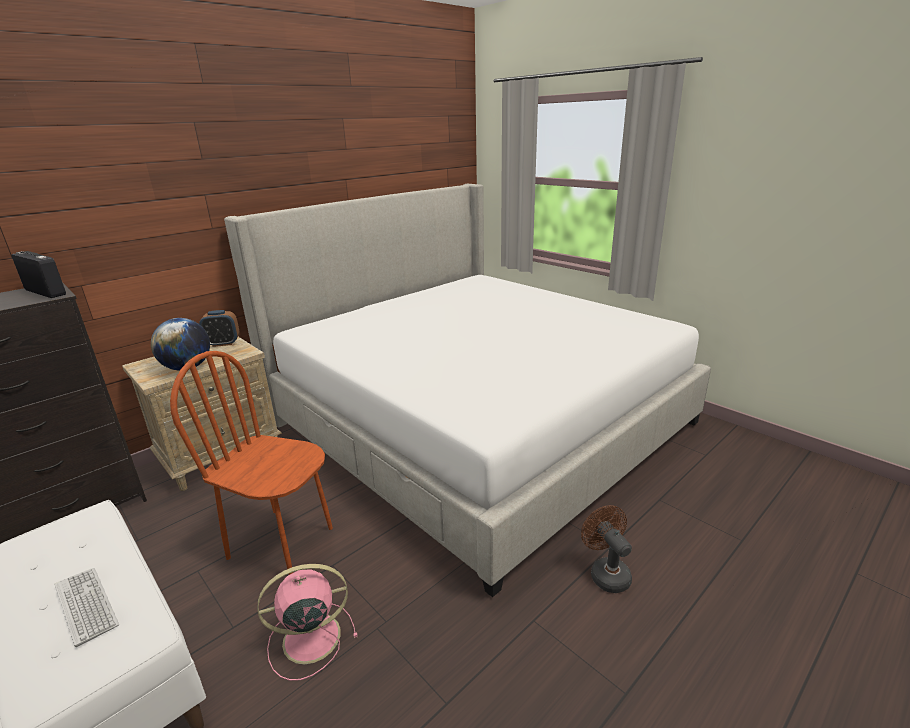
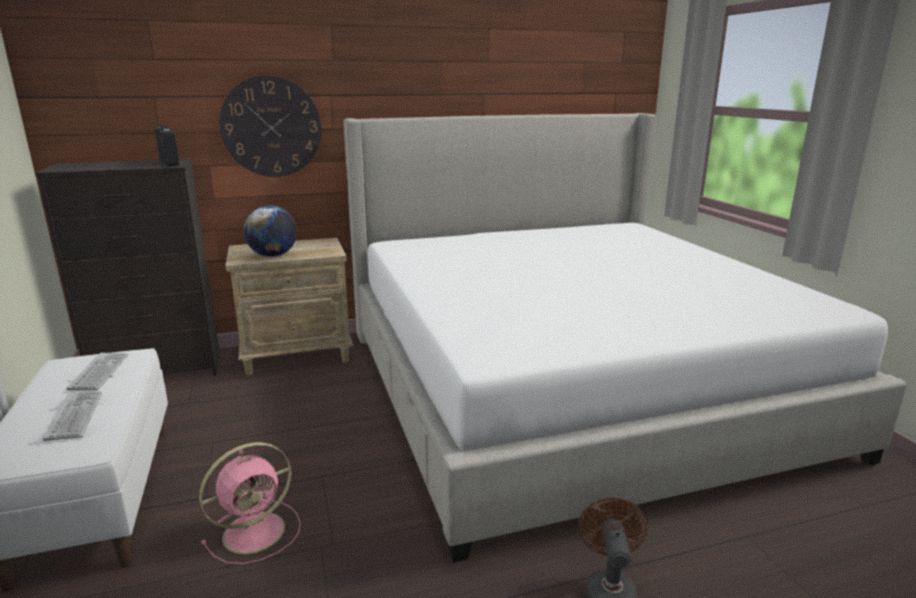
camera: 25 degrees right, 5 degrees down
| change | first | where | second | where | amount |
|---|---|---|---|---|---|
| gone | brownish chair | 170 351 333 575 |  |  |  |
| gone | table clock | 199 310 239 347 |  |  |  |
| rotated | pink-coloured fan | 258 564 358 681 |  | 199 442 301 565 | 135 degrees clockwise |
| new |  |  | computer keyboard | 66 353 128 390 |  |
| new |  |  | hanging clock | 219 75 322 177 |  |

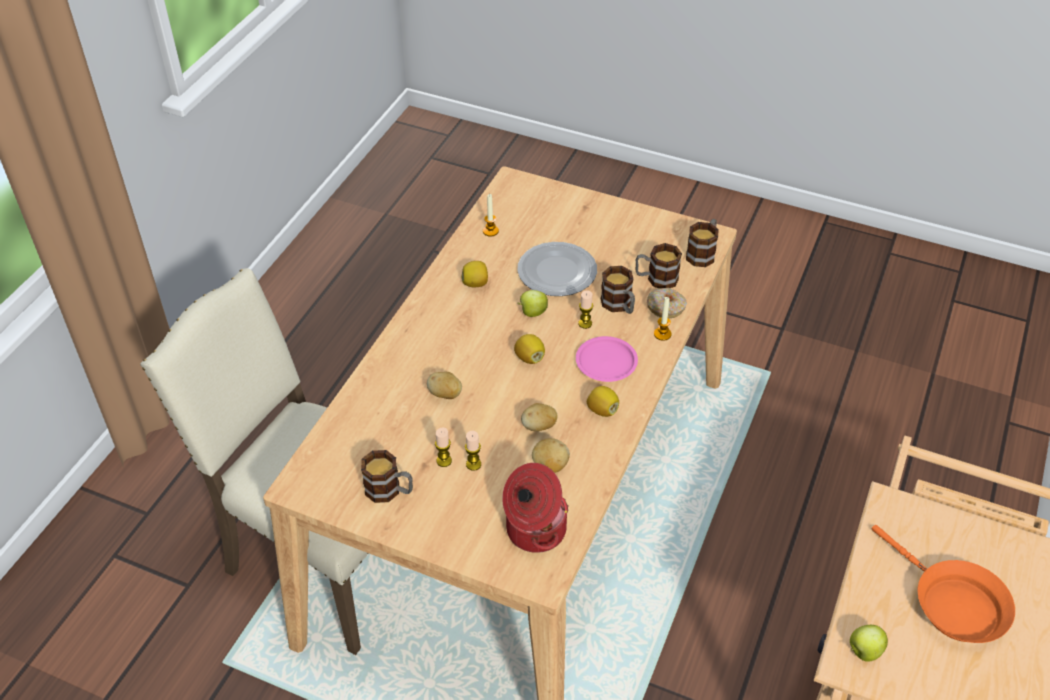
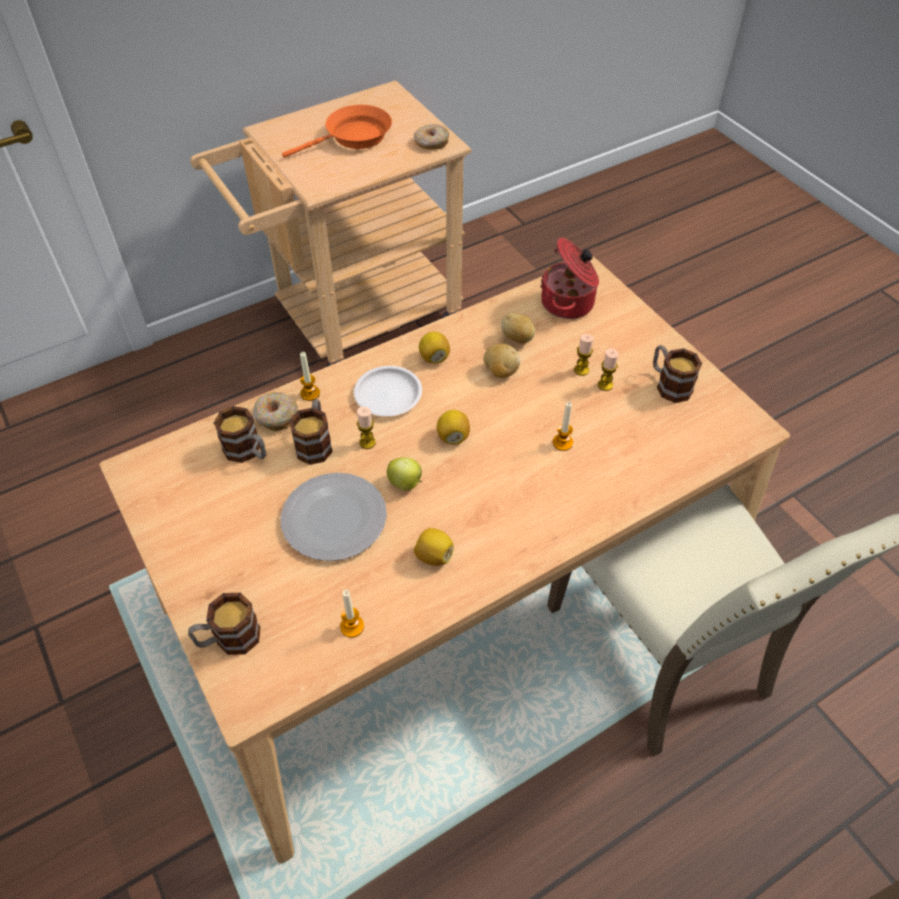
camera: 145 degrees left, 5 degrees up
| change | first | where | second | where | amount |
|---|---|---|---|---|---|
| swapped | whole potato | 427 372 462 399 | wax candle | 553 402 573 451 |  |
| repainted | pink-coloured flat dish | 576 336 638 382 | white-coloured flat dish | 354 366 422 416 |  |
| shifted | coffee mug | 686 219 719 267 |  | 188 593 261 655 |  |
| swapped | apple fruit | 850 625 888 662 | ring doughnut | 414 124 449 150 |  |
| rotated | orange pan | 872 525 1015 643 |  | 282 105 392 158 | 60 degrees clockwise |

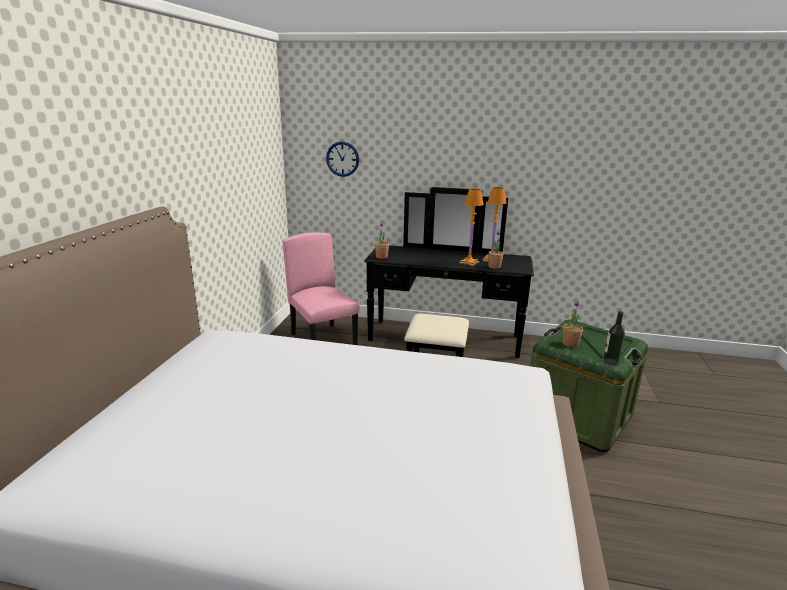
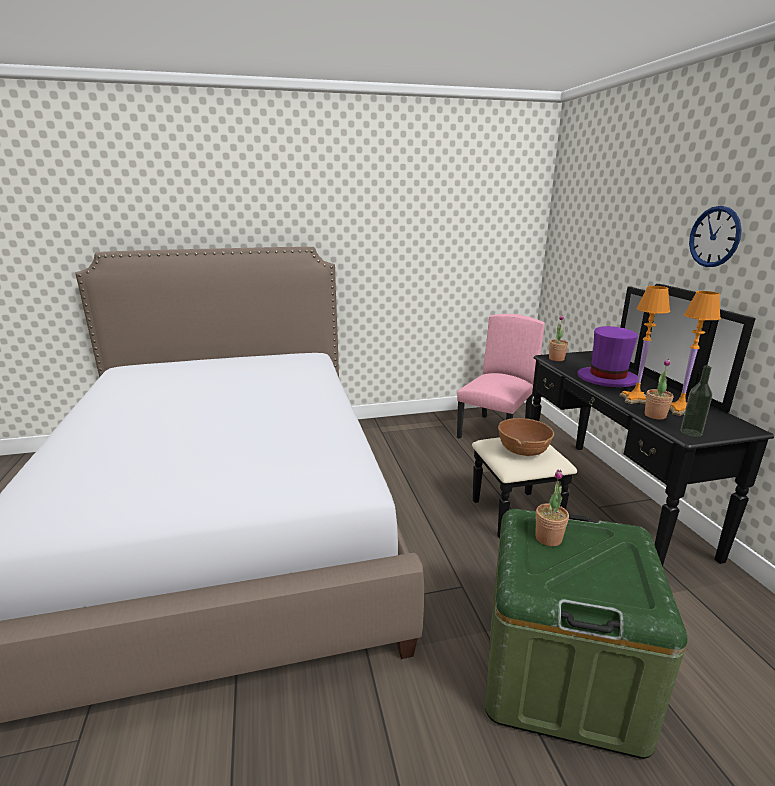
camera: 65 degrees right, 0 degrees up
| change | first | where | second | where | amount |
|---|---|---|---|---|---|
| shifted | hanging clock | 326 141 359 177 |  | 689 206 742 267 |  |
| shifted | drink bottle | 603 311 625 366 |  | 680 366 712 437 |  |
| new |  |  | brownish deep dish | 498 418 554 456 |  |
| new |  |  | purple wearable hat | 577 326 638 387 |  |

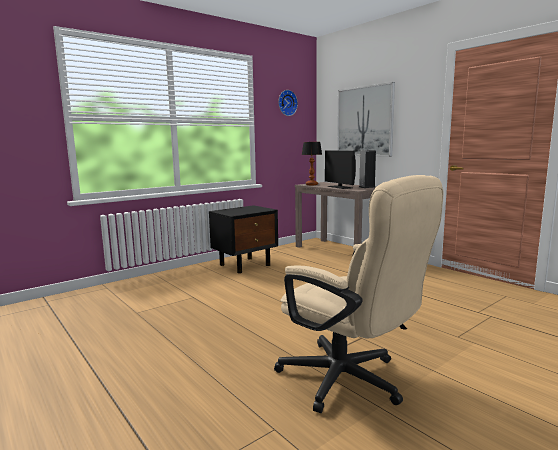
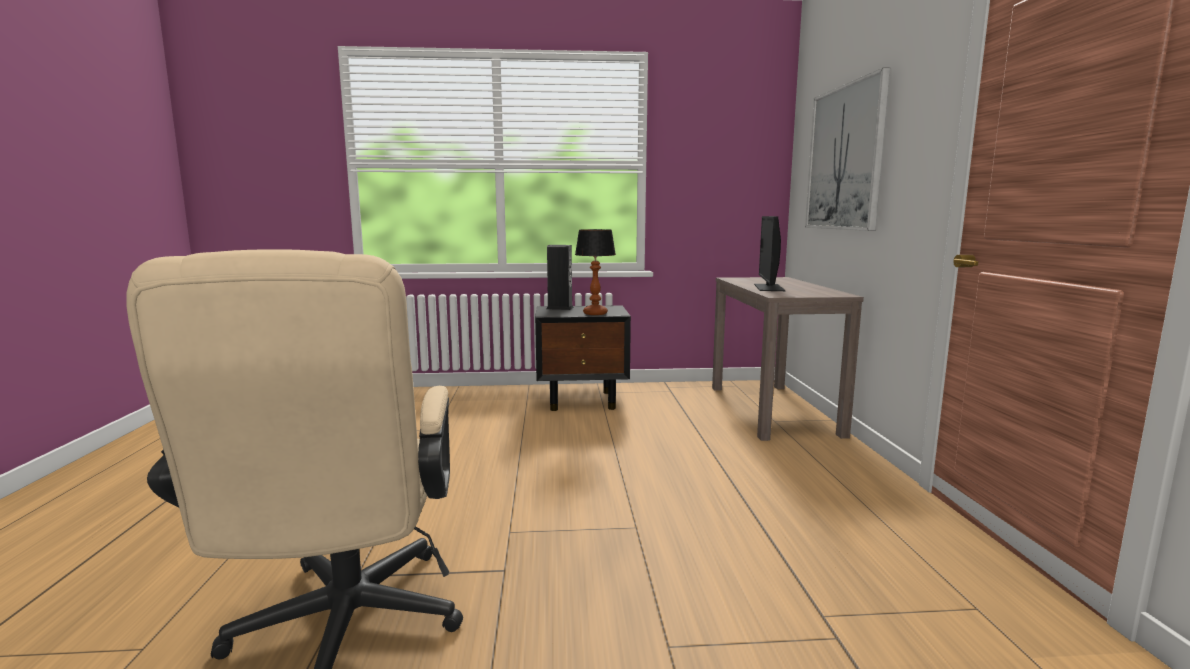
camera: 35 degrees right, 0 degrees up
| change | first | where | second | where | amount |
|---|---|---|---|---|---|
| gone | hanging clock | 278 90 298 116 |  |  |  |
| shifted | tabletop lamp | 302 142 322 185 |  | 575 229 616 315 |  |
| shifted | loudspeaker | 359 150 376 188 |  | 546 245 574 310 |  |

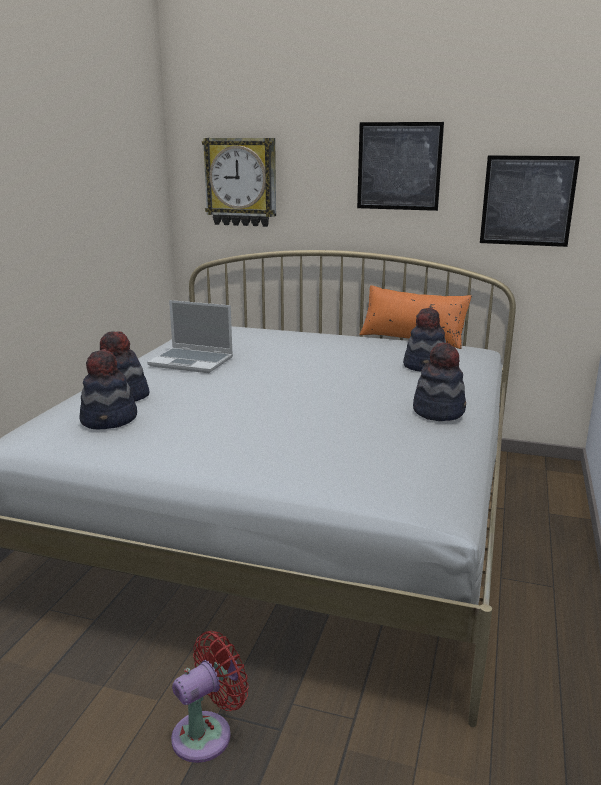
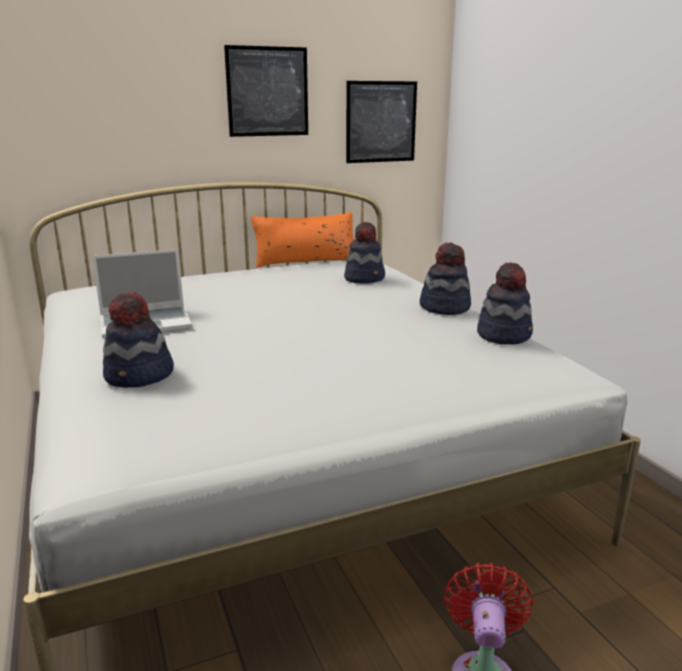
camera: 40 degrees left, 0 degrees up
| change | first | where | second | where | amount |
|---|---|---|---|---|---|
| shifted | wearable hat | 80 349 137 429 |  | 477 262 533 344 |  |
| gone | hanging clock | 202 138 276 227 |  |  |  |

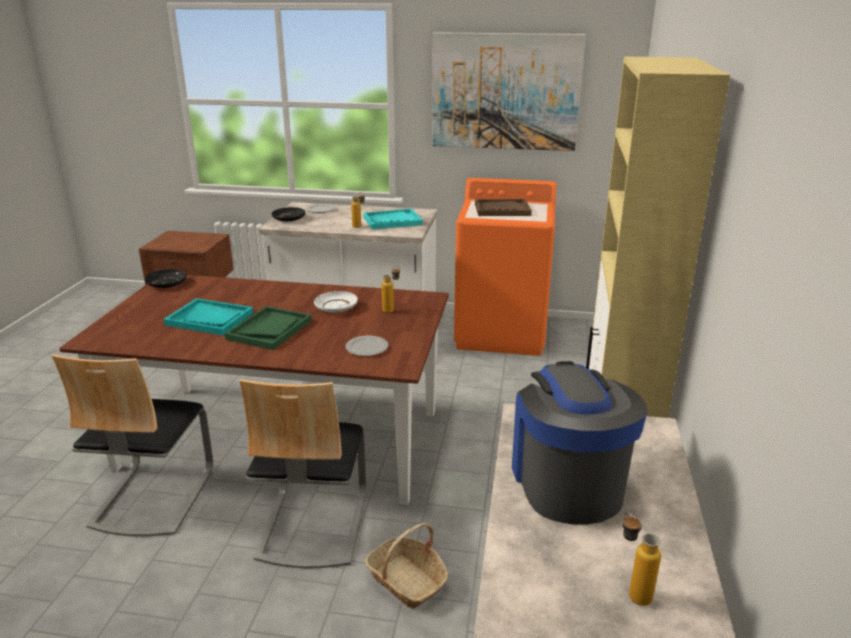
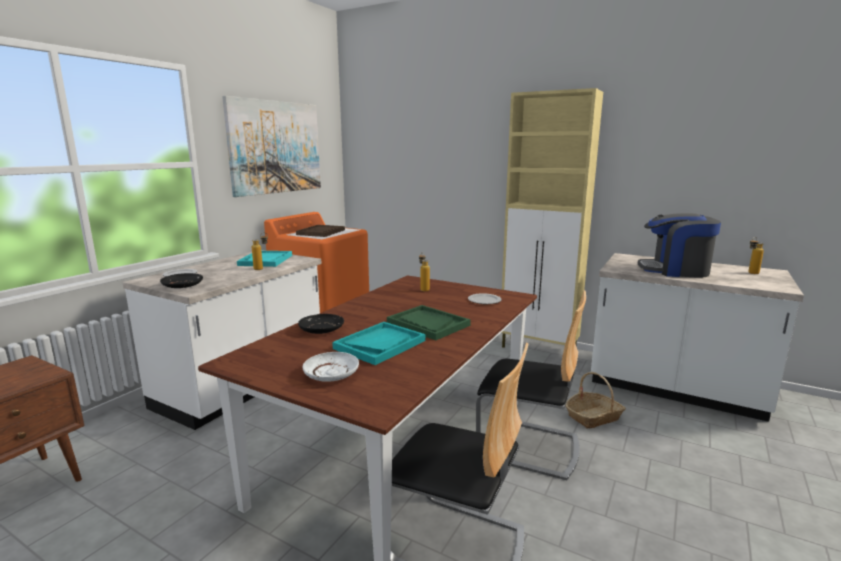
camera: 70 degrees left, 10 degrees down
| change | first | where | second | where | amount |
|---|---|---|---|---|---|
| shifted | black-coloured flat dish | 144 269 187 288 |  | 298 314 344 334 |  |
| shifted | white-coloured flat dish | 314 291 358 313 |  | 303 352 359 382 |  |

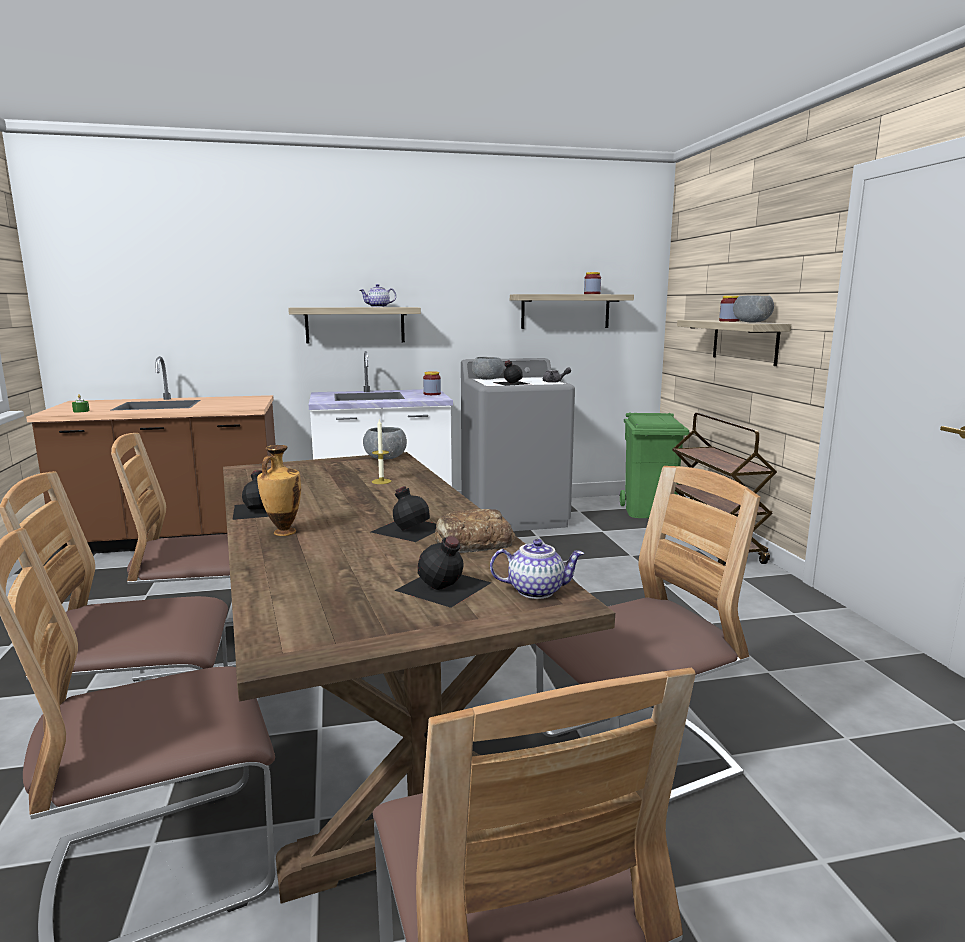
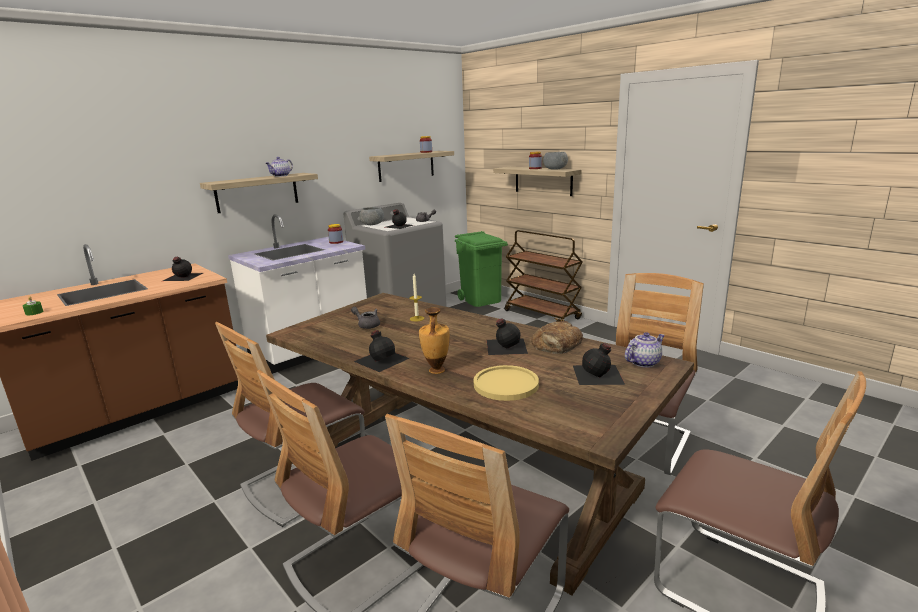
camera: 30 degrees left, 5 degrees up
| change | first | where | second | where | amount |
|---|---|---|---|---|---|
| gone | grey deep dish | 363 427 407 460 |  |  |  |
| new |  |  | black-coloured drink bottle | 163 257 203 281 |  |
| new |  |  | grey pot for tea | 351 307 380 329 |  |
| new |  |  | yellow flat dish | 474 365 539 401 |  |

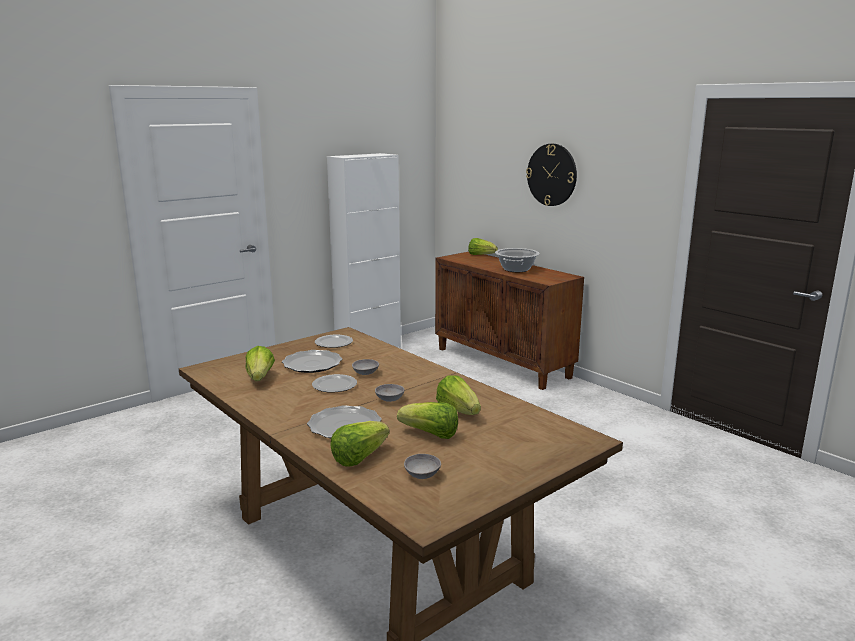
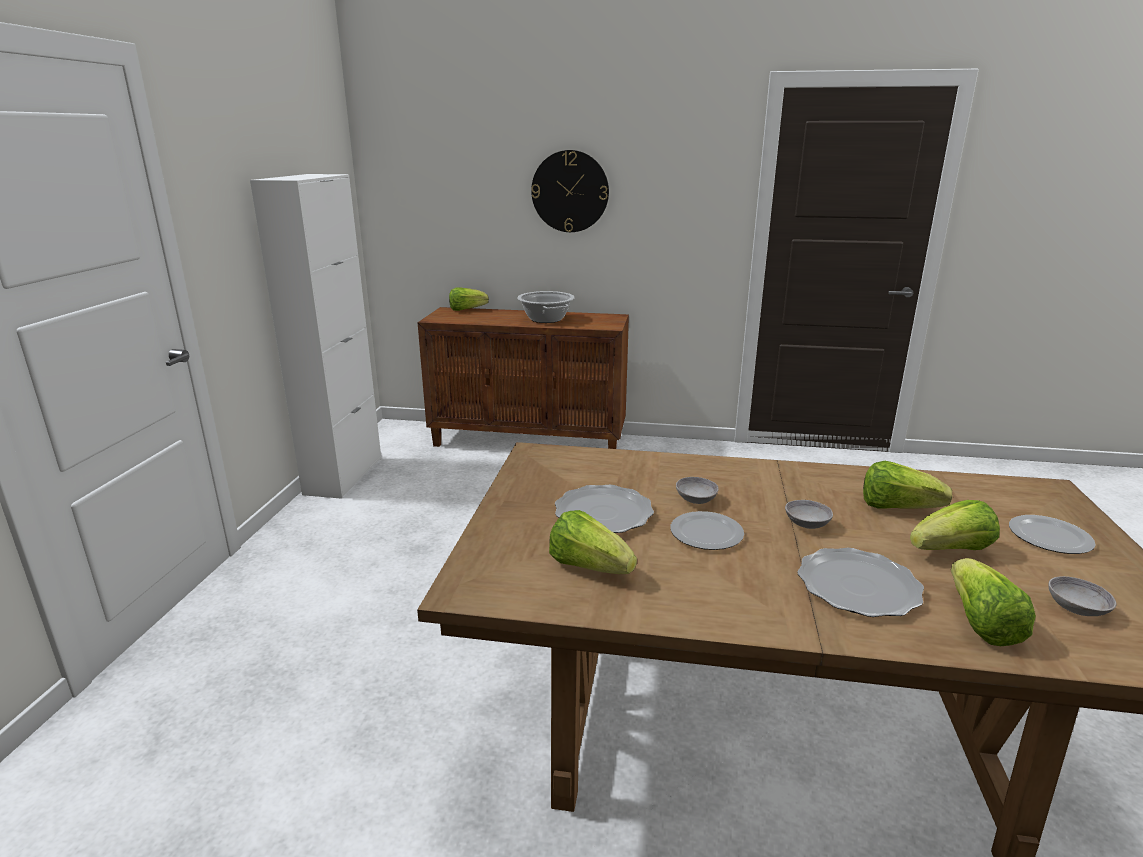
camera: 40 degrees left, 5 degrees up
| change | first | where | second | where | amount |
|---|---|---|---|---|---|
| shifted | flat dish | 315 334 353 348 |  | 1009 515 1096 554 |  |

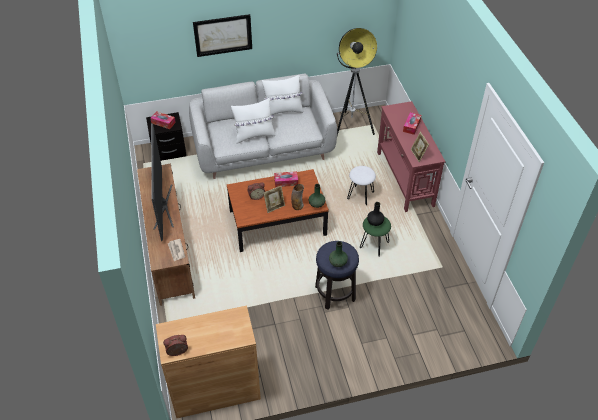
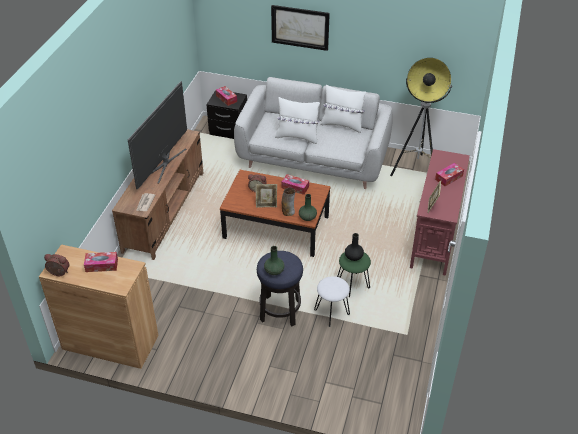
camera: 30 degrees right, 5 degrees down
| change | first | where | second | where | amount |
|---|---|---|---|---|---|
| shifted | white-coloured sitting stool | 347 166 376 205 |  | 314 276 350 327 |  |
| new |  |  | box of tissues | 84 252 118 272 |  |

